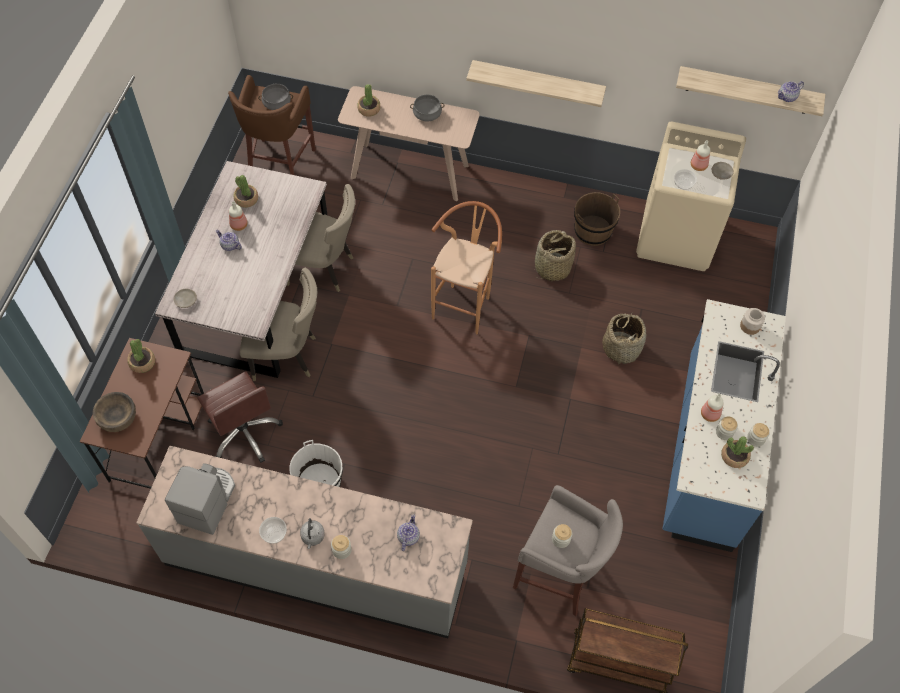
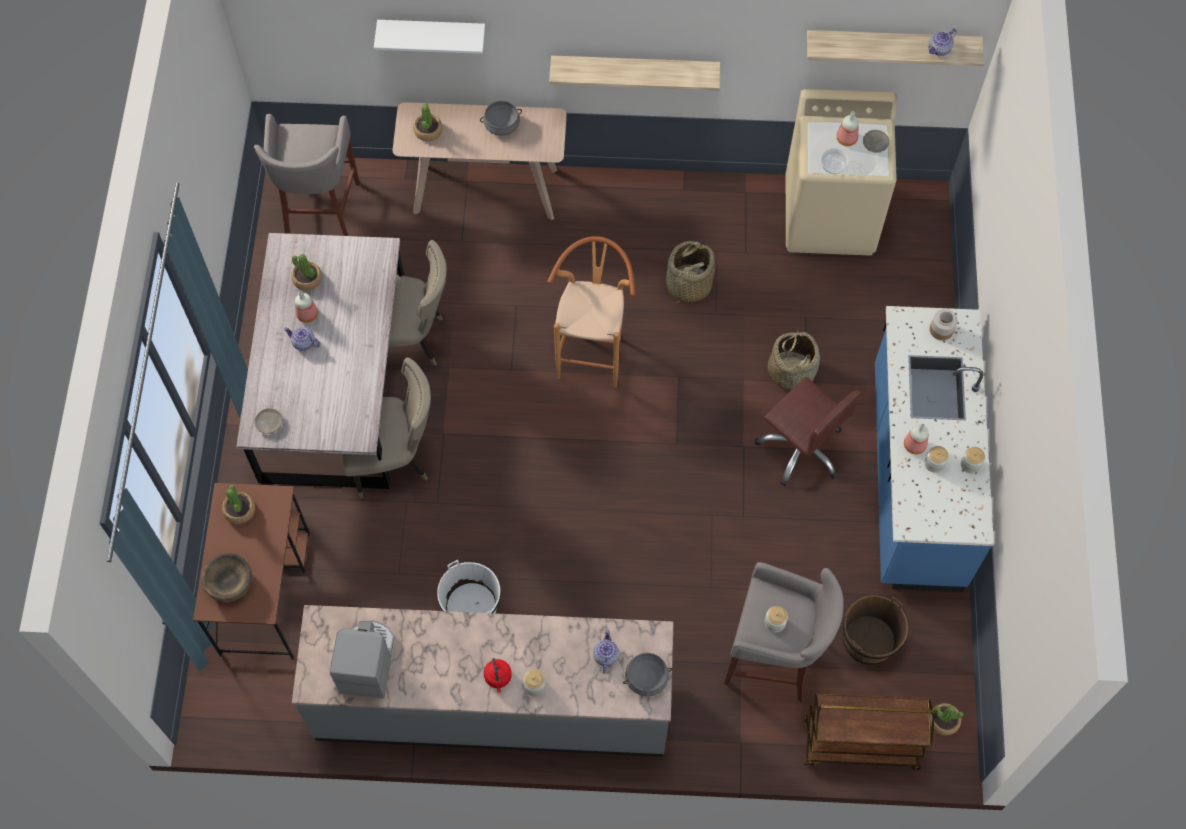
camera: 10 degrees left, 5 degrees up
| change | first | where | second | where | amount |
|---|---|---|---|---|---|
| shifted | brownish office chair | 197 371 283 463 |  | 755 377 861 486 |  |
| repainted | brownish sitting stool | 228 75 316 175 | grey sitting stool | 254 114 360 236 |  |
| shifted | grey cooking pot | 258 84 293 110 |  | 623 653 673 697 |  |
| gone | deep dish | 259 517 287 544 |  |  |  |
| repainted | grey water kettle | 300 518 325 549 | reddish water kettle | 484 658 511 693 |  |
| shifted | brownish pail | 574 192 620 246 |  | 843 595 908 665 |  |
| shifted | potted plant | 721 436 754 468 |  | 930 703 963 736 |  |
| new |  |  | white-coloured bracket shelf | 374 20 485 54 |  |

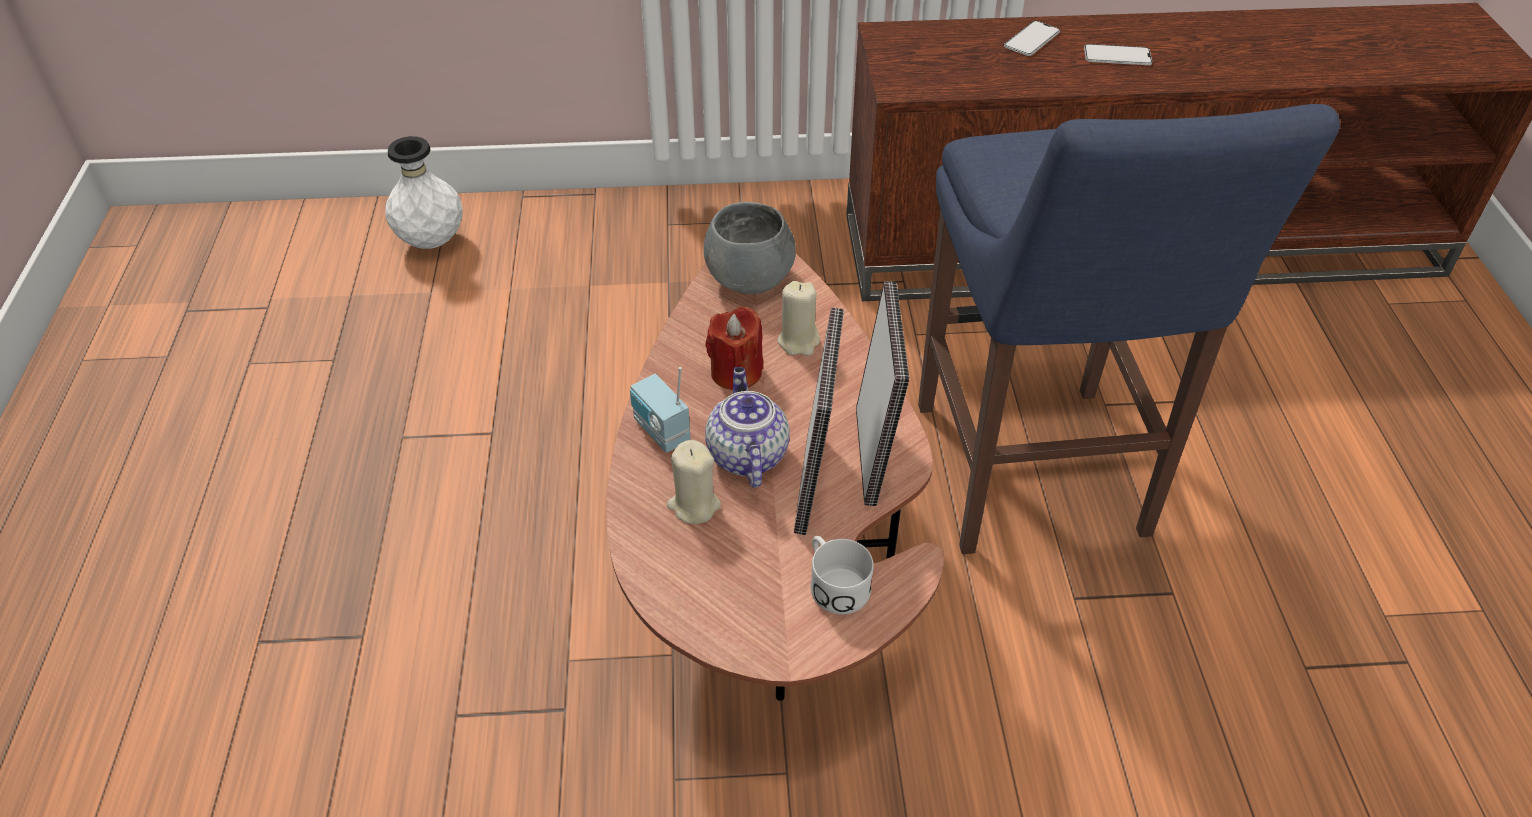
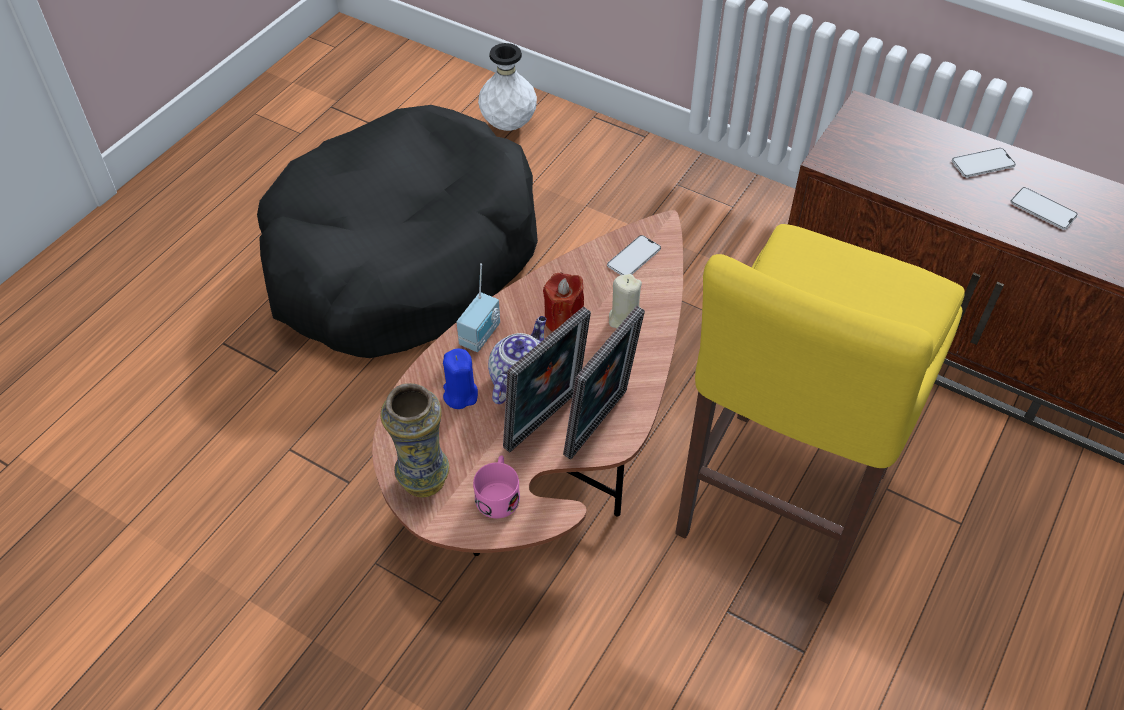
camera: 35 degrees right, 5 degrees up
| change | first | where | second | where | amount |
|---|---|---|---|---|---|
| rotated | radio | 630 367 691 453 |  | 456 263 500 352 | 150 degrees counterclockwise |
| repainted | sand-coloured wax candle | 667 440 721 524 | blue-coloured wax candle | 443 349 478 409 |  |
| swapped | grey deep dish | 704 202 796 294 | telephone | 607 235 661 275 |  |
| repainted | white-coloured coffee mug | 811 536 874 614 | pink-coloured coffee mug | 473 455 520 518 |  |
| repainted | blue-coloured sitting stool | 918 104 1340 554 | yellow sitting stool | 675 224 965 604 |  |
| new |  |  | black-coloured pet bed | 257 105 538 358 |  |
| new |  |  | flower vase | 380 383 449 497 |  |

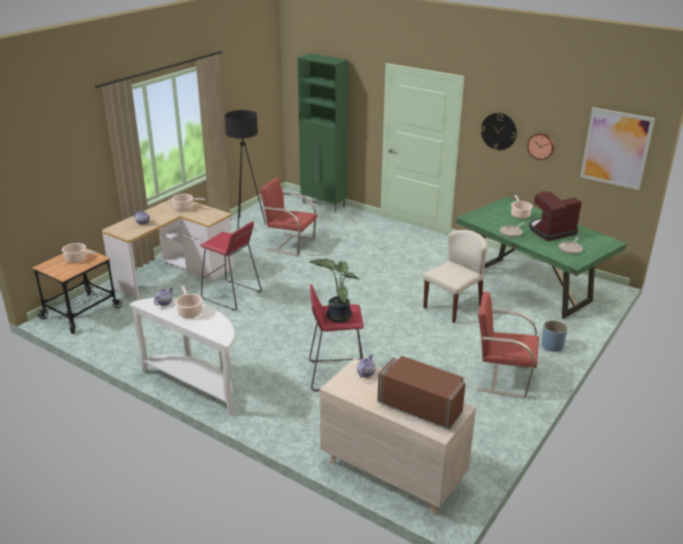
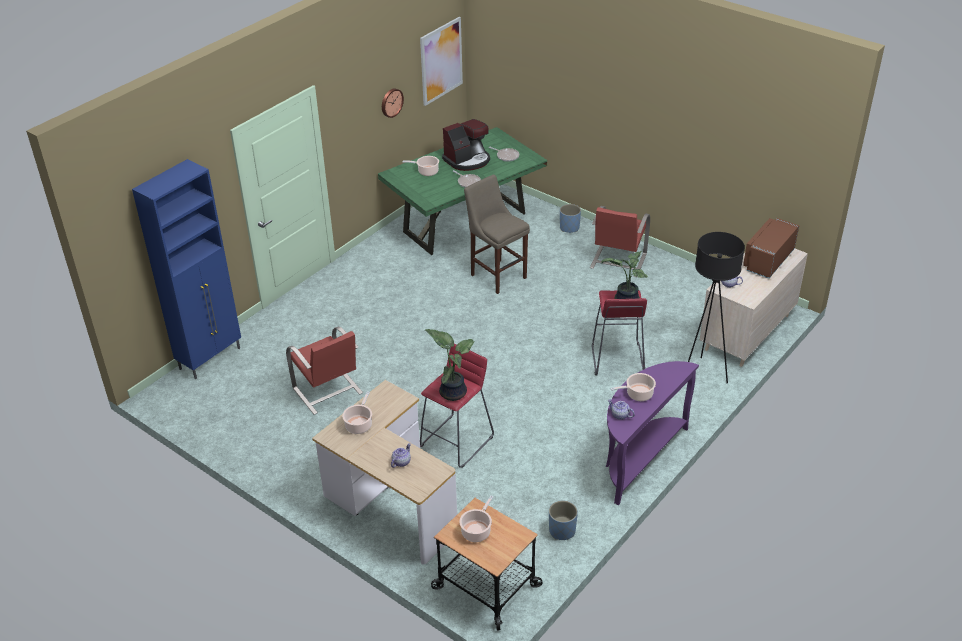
camera: 85 degrees left, 10 degrees up
| change | first | where | second | where | amount |
|---|---|---|---|---|---|
| repainted | white-coloured narrow table | 129 297 235 416 | purple narrow table | 606 361 699 505 |  |
| shifted | black-coloured standard lamp | 225 110 266 229 |  | 688 232 745 383 |  |
| rotated | reddish chair | 260 177 317 256 |  | 286 327 363 415 | 60 degrees counterclockwise |
| repainted | greenish cabinet | 297 53 348 213 | blue-coloured cabinet | 132 159 241 379 |  |
| swapped | sand-coloured chair | 423 230 487 323 | sand-coloured sitting stool | 464 175 530 294 |  |
| gone | hanging clock | 481 113 517 150 |  |  |  |
| rotated | coffee brewer | 529 191 582 241 |  | 442 119 490 171 | 105 degrees counterclockwise |
| new |  |  | potted plant | 425 329 474 401 |  |
| new |  |  | blue-coloured flower pot | 549 500 578 540 |  |

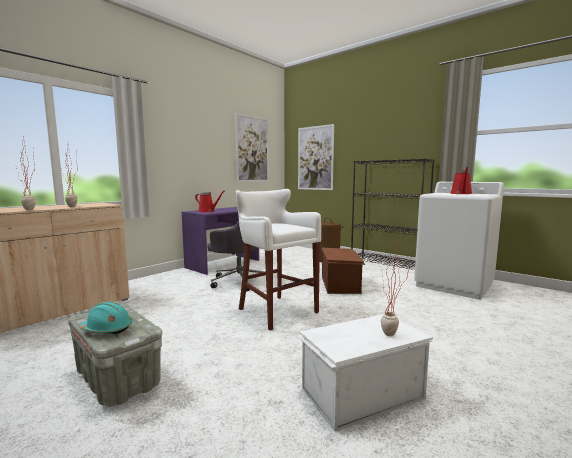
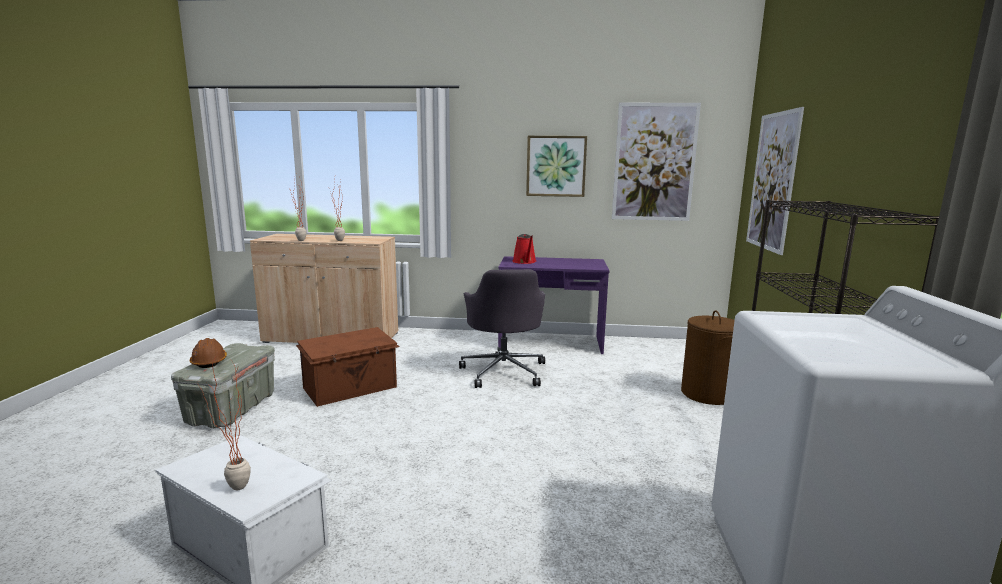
camera: 55 degrees right, 5 degrees up
| change | first | where | second | where | amount |
|---|---|---|---|---|---|
| repainted | turquoise-coloured work helmet | 80 302 132 334 | brownish work helmet | 190 338 227 368 |  |
| gone | white-coloured sitting stool | 236 189 321 331 |  |  |  |
| shifted | brownish storage box | 321 247 365 294 |  | 296 327 399 407 |  |
| gone | reddish watering pot | 450 167 473 194 |  |  |  |
| new |  |  | wall picture | 526 136 587 197 |  |

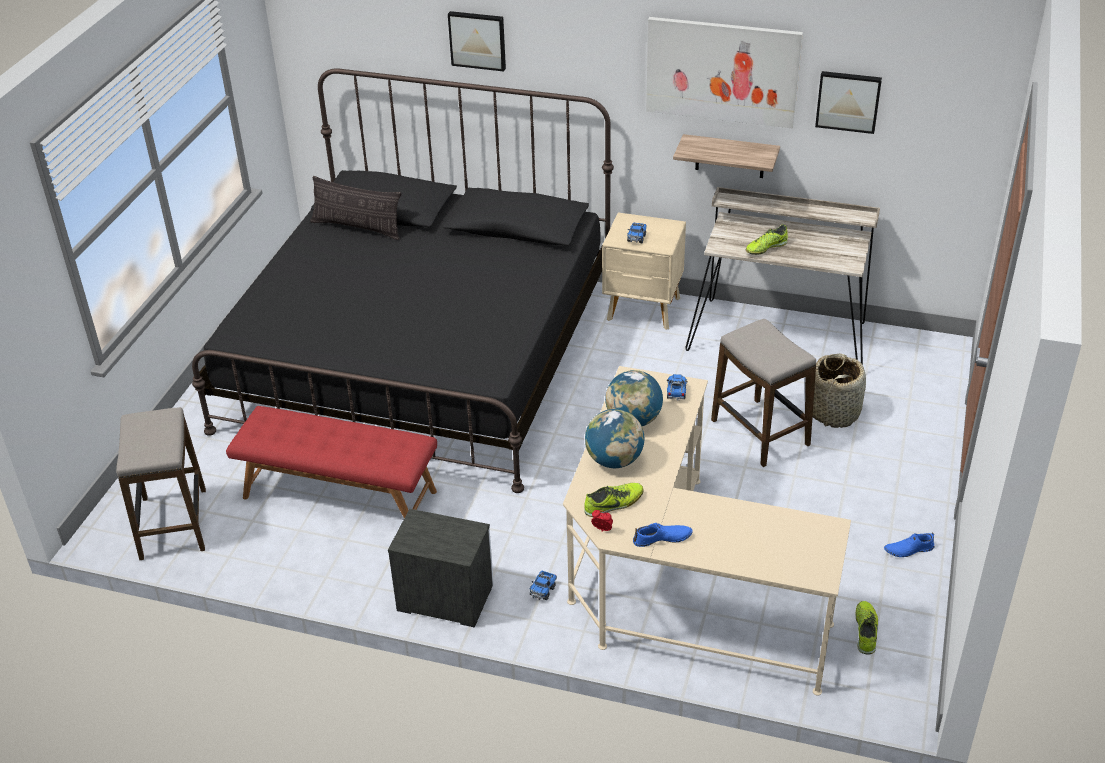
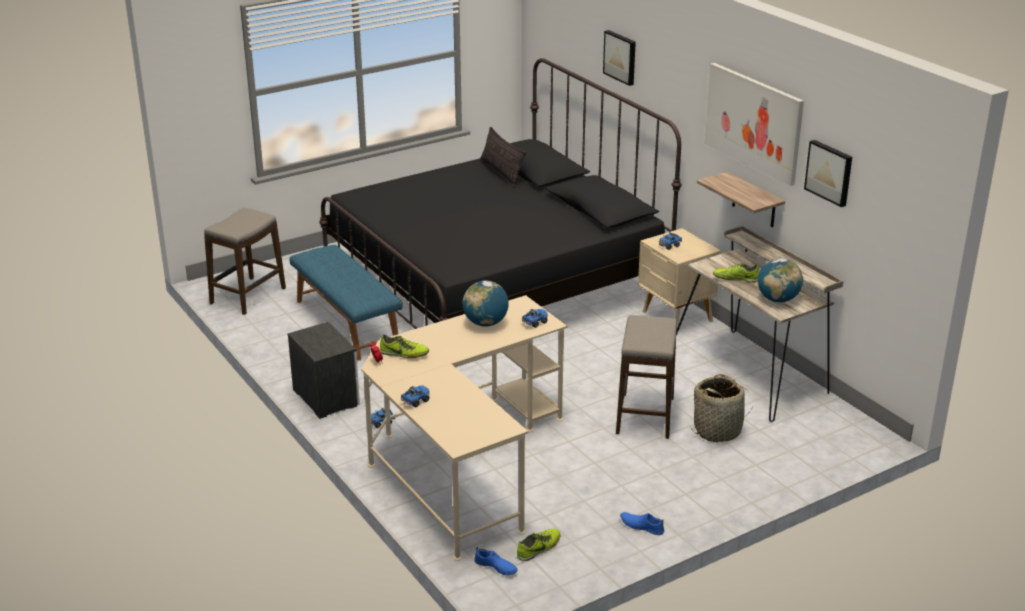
camera: 40 degrees right, 10 degrees down
| change | first | where | second | where | amount |
|---|---|---|---|---|---|
| repainted | reddish indoor bench | 226 406 437 518 | blue-coloured indoor bench | 289 245 403 360 |  |
| shifted | desk globe | 585 409 644 468 |  | 757 258 803 302 |  |
| shifted | blue-coloured item of footwear | 633 523 692 547 |  | 474 547 518 575 |  |
| new |  |  | model truck | 401 385 430 407 |  |

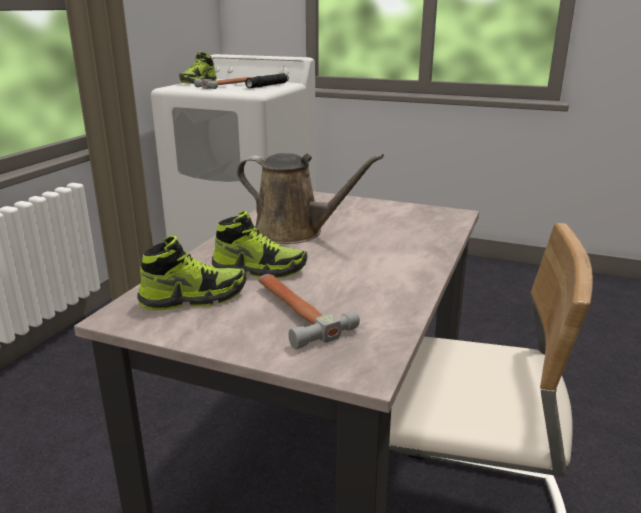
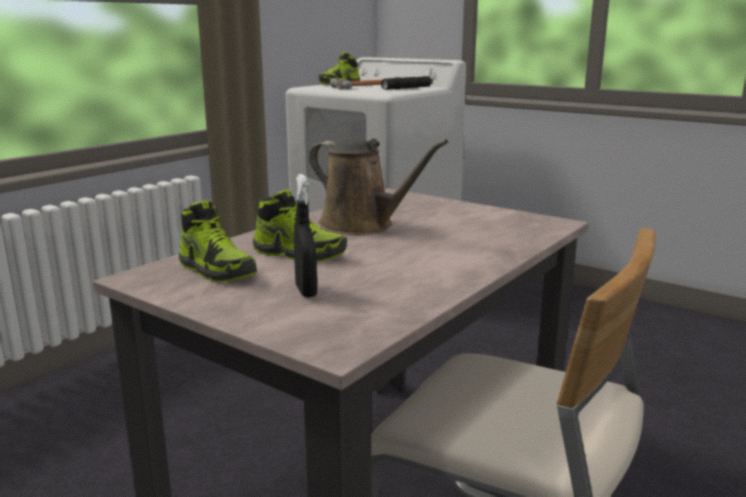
camera: 15 degrees right, 5 degrees down
| change | first | where | second | where | amount |
|---|---|---|---|---|---|
| rotated | item of footwear | 137 236 247 310 |  | 179 200 257 282 | 45 degrees clockwise |
| swapped | hammer | 258 274 360 350 | black-coloured spray bottle | 294 174 317 297 |  |

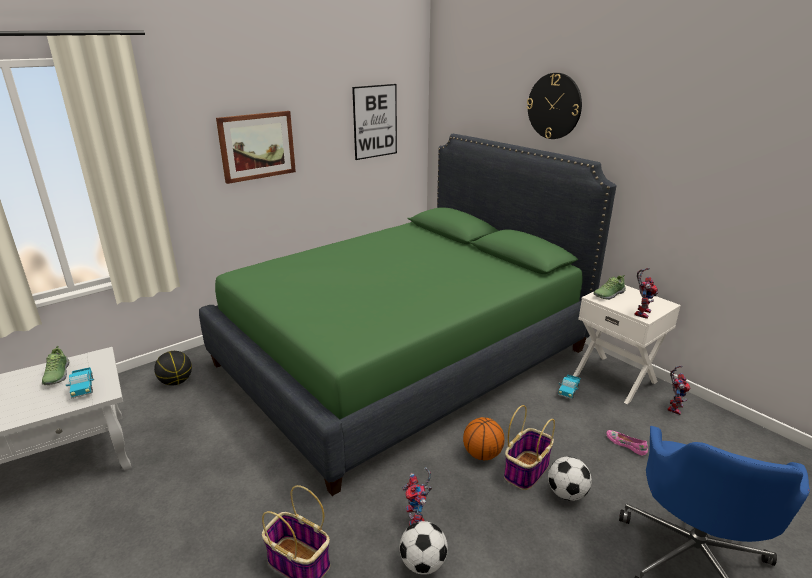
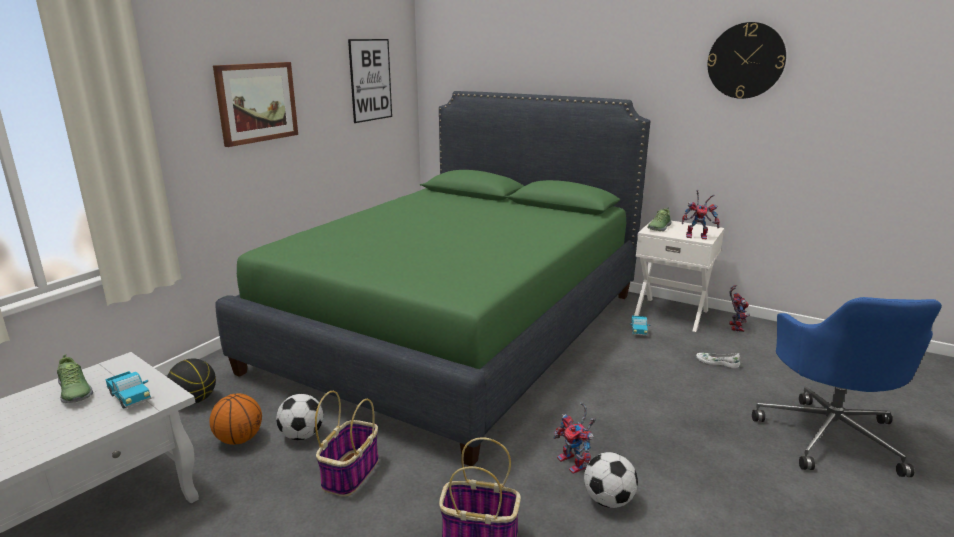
camera: 20 degrees left, 5 degrees down
| change | first | where | second | where | amount |
|---|---|---|---|---|---|
| shifted | basketball ball | 463 417 504 460 |  | 209 393 262 445 |  |
| shifted | storage basket | 504 405 555 490 |  | 315 391 379 497 |  |
| shifted | hanging clock | 527 73 582 139 |  | 708 22 786 99 |  |
| shifted | ball for football | 548 456 592 501 |  | 276 394 323 440 |  |
| repainted | pink-coloured item of footwear | 607 430 648 455 | white-coloured item of footwear | 696 353 740 368 |  |
| rotated | robot figure | 635 268 658 319 |  | 682 190 720 239 | 90 degrees clockwise |

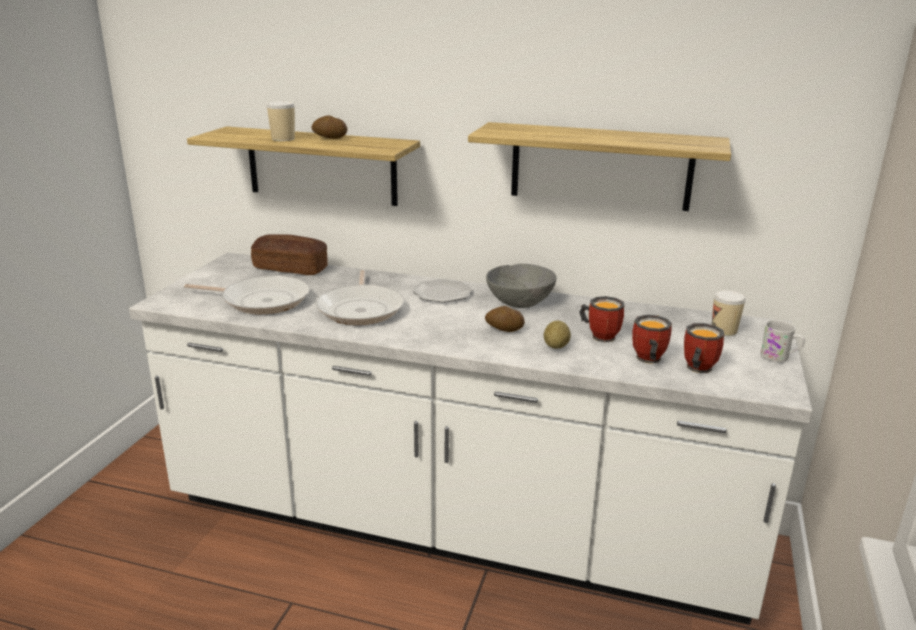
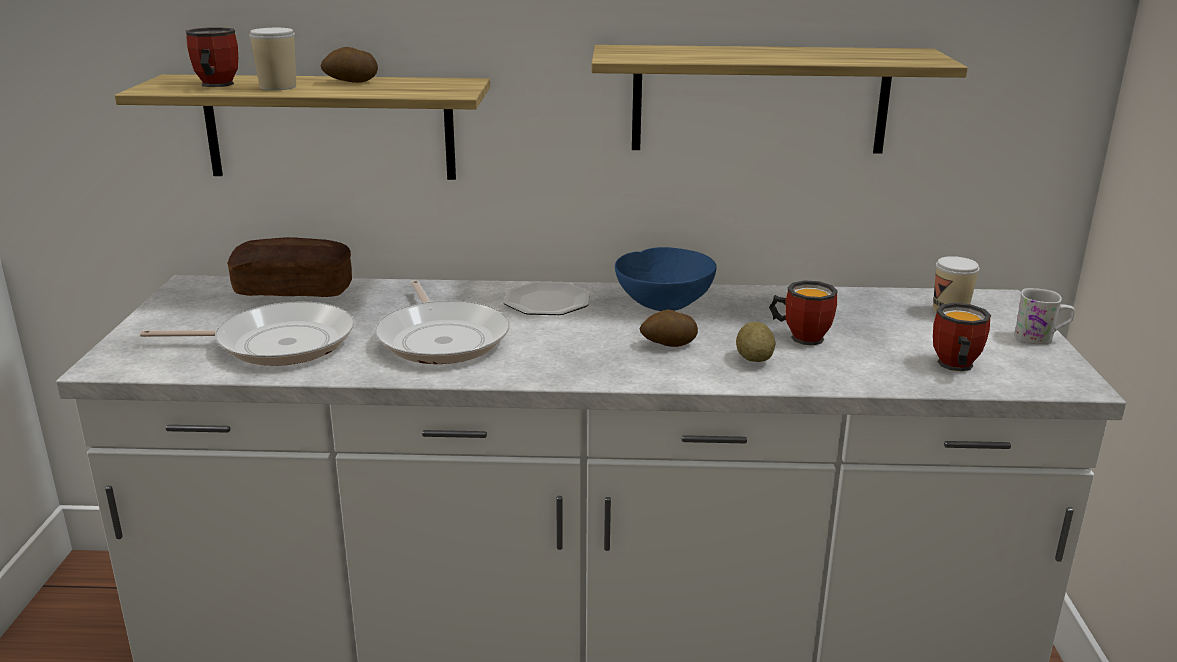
camera: 15 degrees left, 0 degrees up
| change | first | where | second | where | amount |
|---|---|---|---|---|---|
| repainted | grey deep dish | 486 264 557 308 | blue-coloured deep dish | 615 247 716 311 |  |
| shifted | coffee mug | 632 315 672 364 |  | 186 27 238 87 |  |

